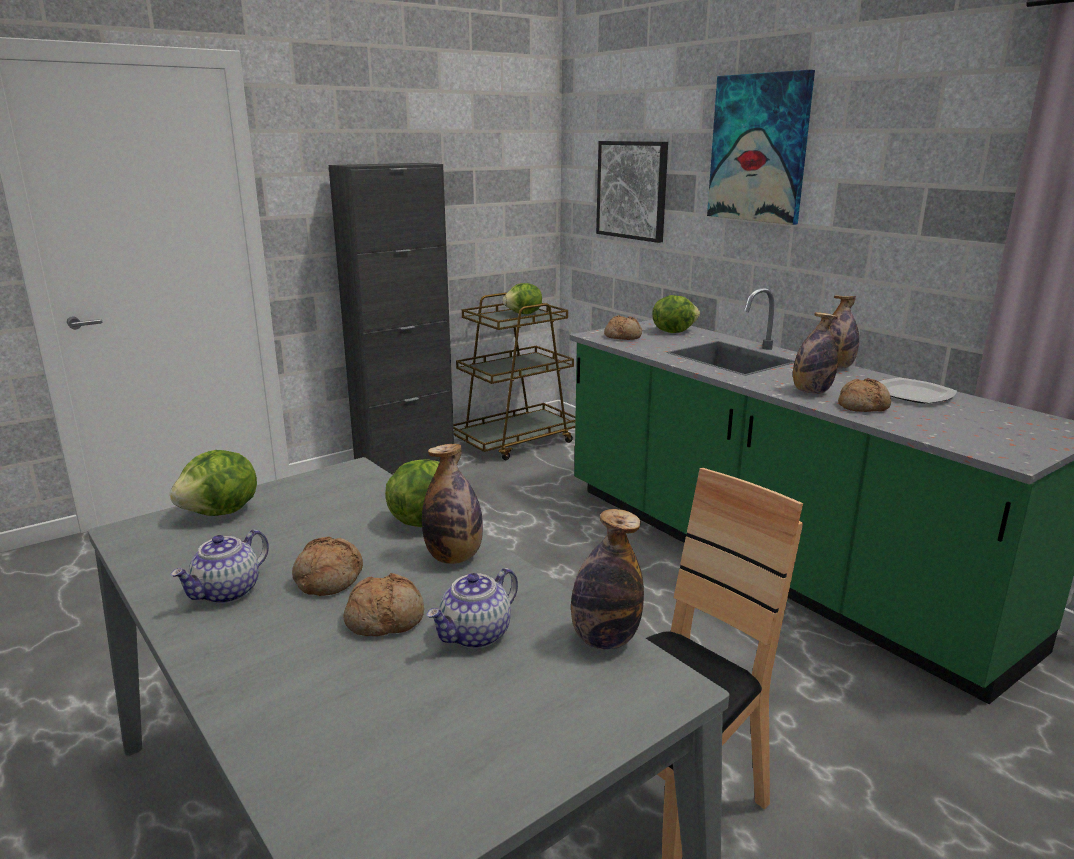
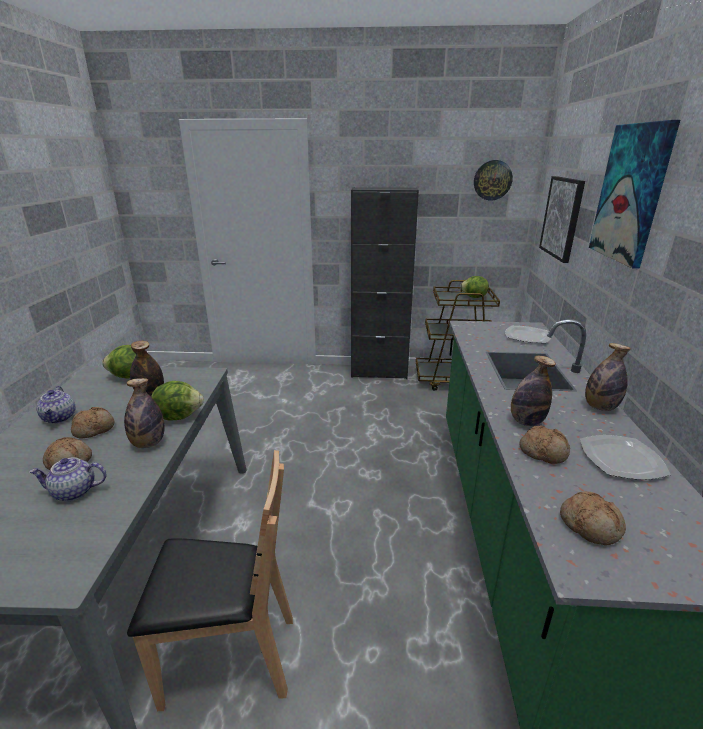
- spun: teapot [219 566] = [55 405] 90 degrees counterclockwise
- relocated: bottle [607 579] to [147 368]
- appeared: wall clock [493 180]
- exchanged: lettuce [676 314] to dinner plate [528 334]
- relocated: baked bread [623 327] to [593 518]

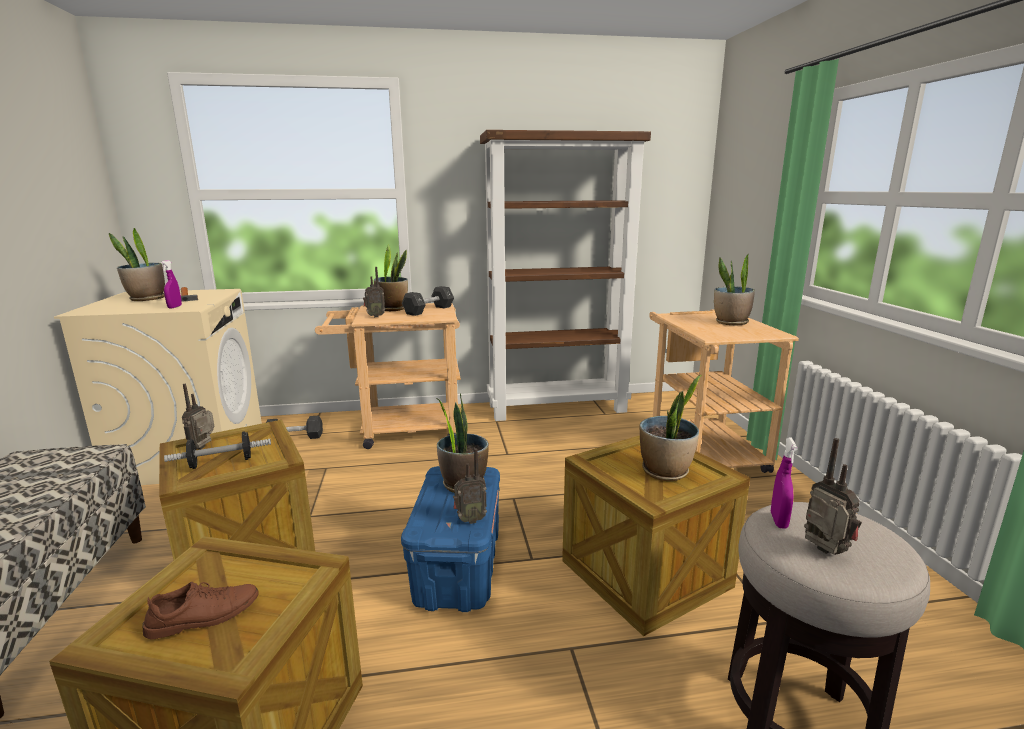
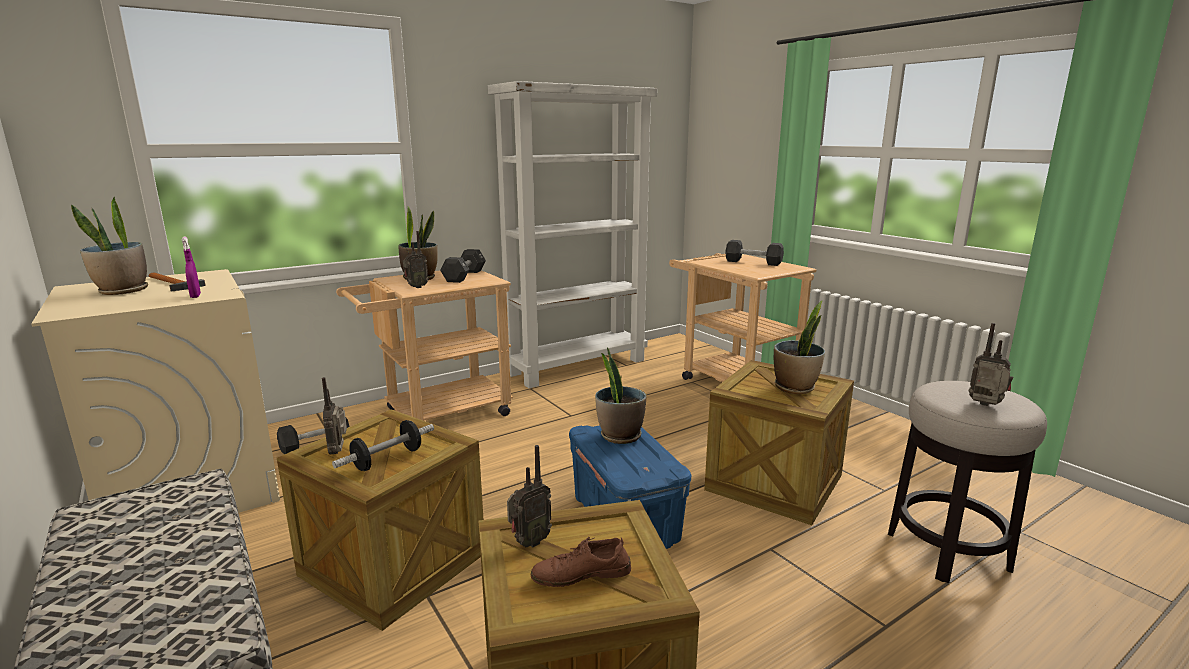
- colour: brownish shelving unit [565 275] to whitish shelving unit [572 234]
- relocated: radio set [470 486] to [529 496]
- spun: brownish shoe [200 610] = [581 562] 135 degrees counterclockwise
- exchanged: plant in a pot [734 290] to blackish hand weight [754 253]
- missing: purple hand sprayer [784 483]

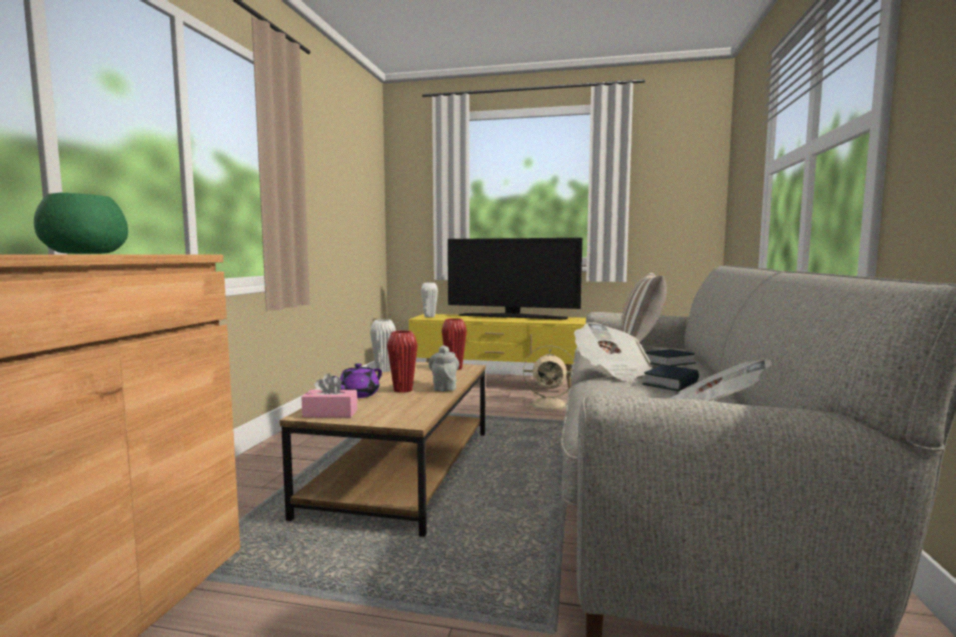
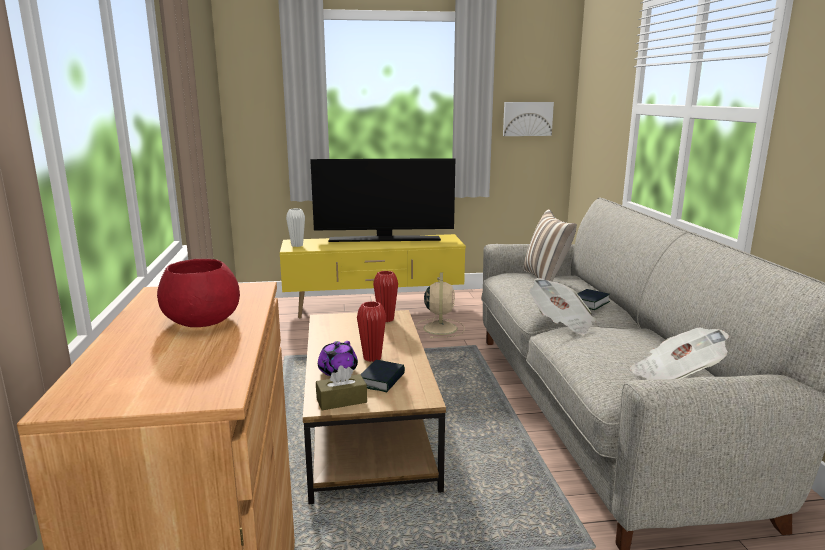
- colour: green deep dish [81 223] to reddish deep dish [198 293]
- colour: pink tissue box [329 395] to brownish tissue box [341 387]
- relocated: bound book [670 378] to [382 376]
- spun: beige-coloured electric fan [548 379] = [440 305] 75 degrees counterclockwise
- appeared: wall art [528 119]
- missing: whitish vase [383 345]
- missing: greyish teapot [444 368]

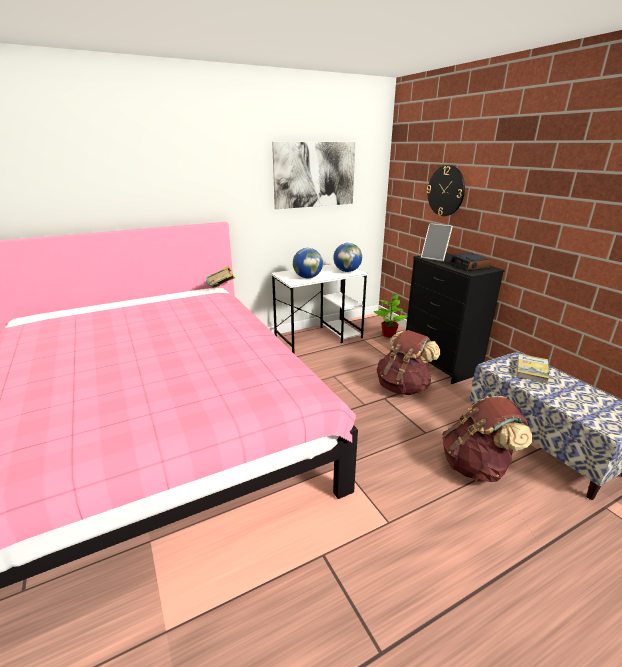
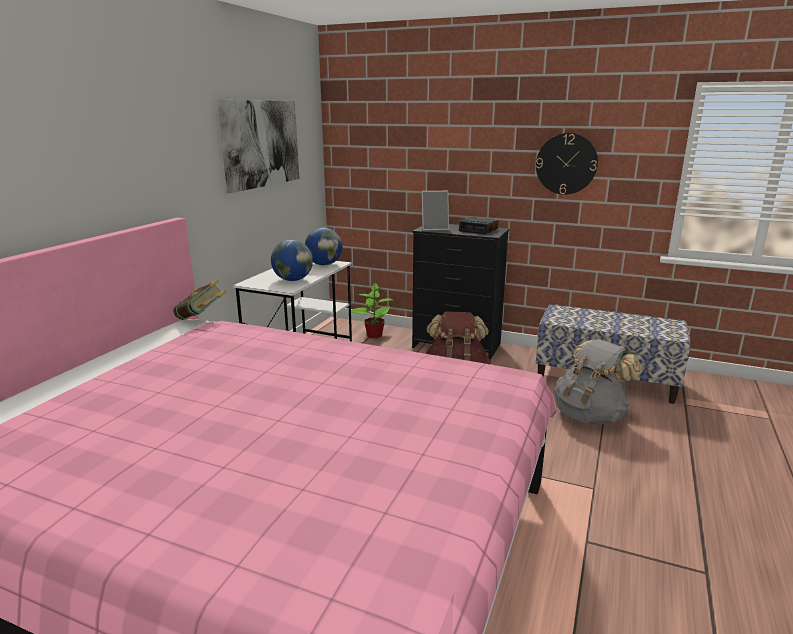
- relocated: wall clock [446 190] to [567 164]
- colour: brownish knapsack [487 439] to greyish knapsack [598 382]
- missing: bound book [532 368]

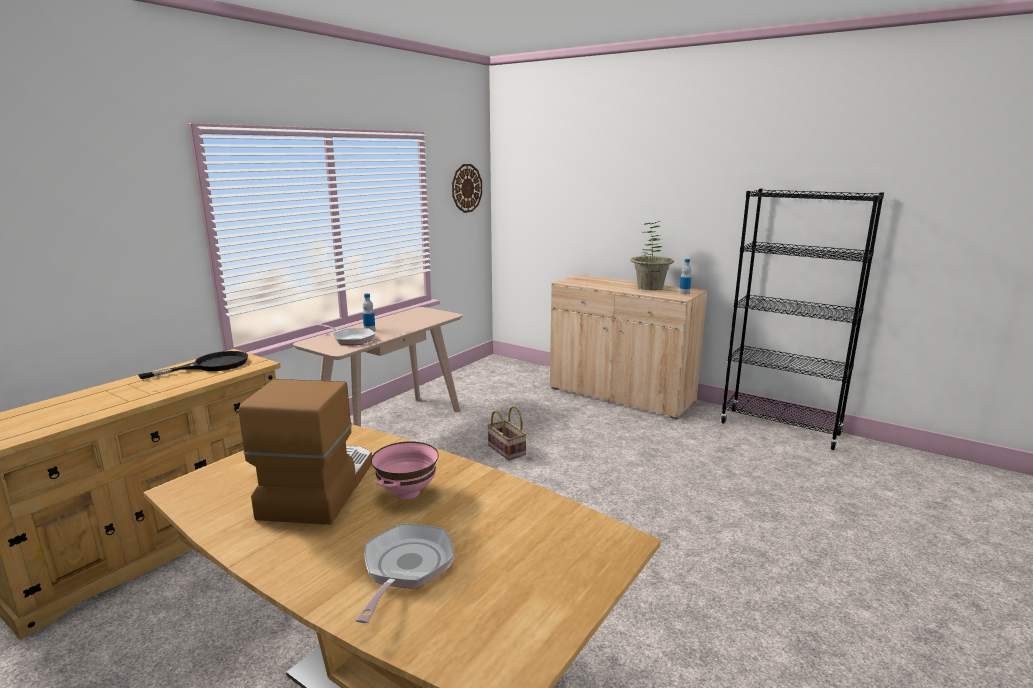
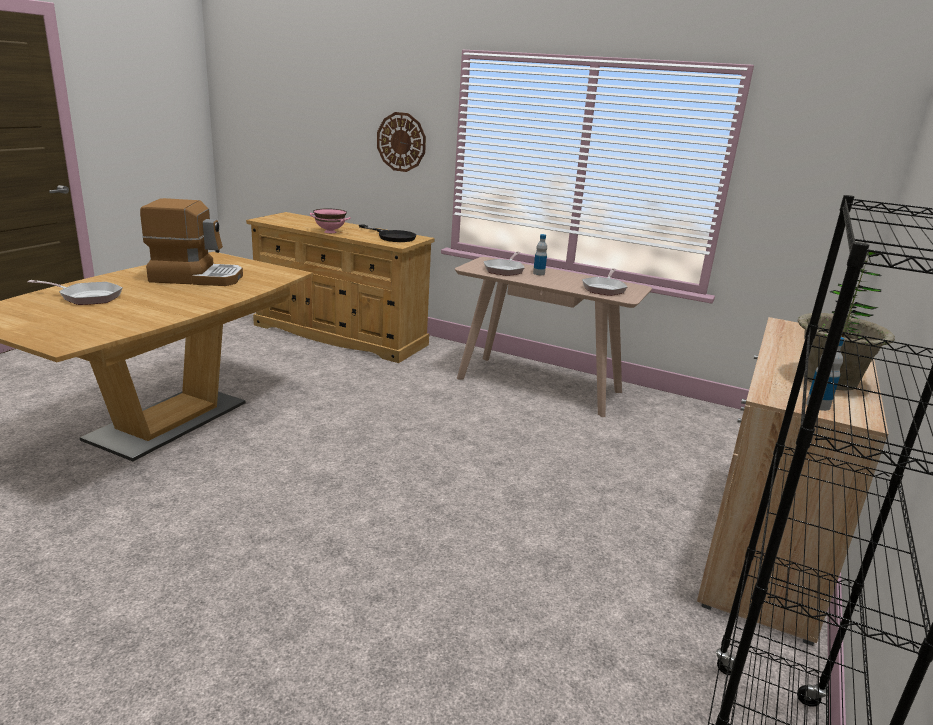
- relocated: pink deep dish [405 470] to [330 220]
- relocated: wall clock [467 188] to [401 142]
- appeared: frying pan [604 282]
- missing: storage basket [507 433]

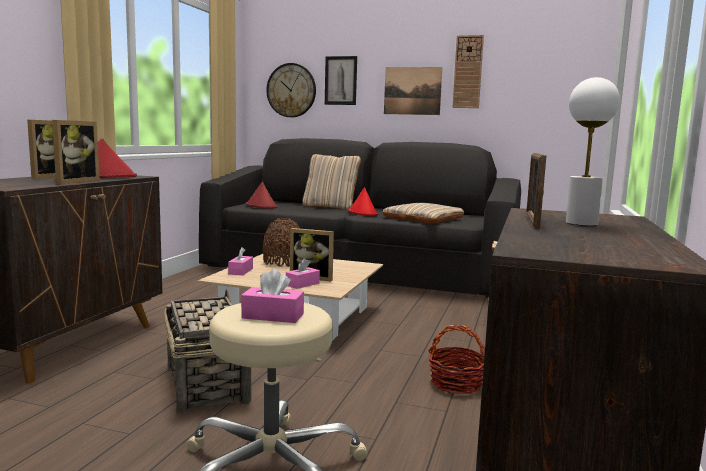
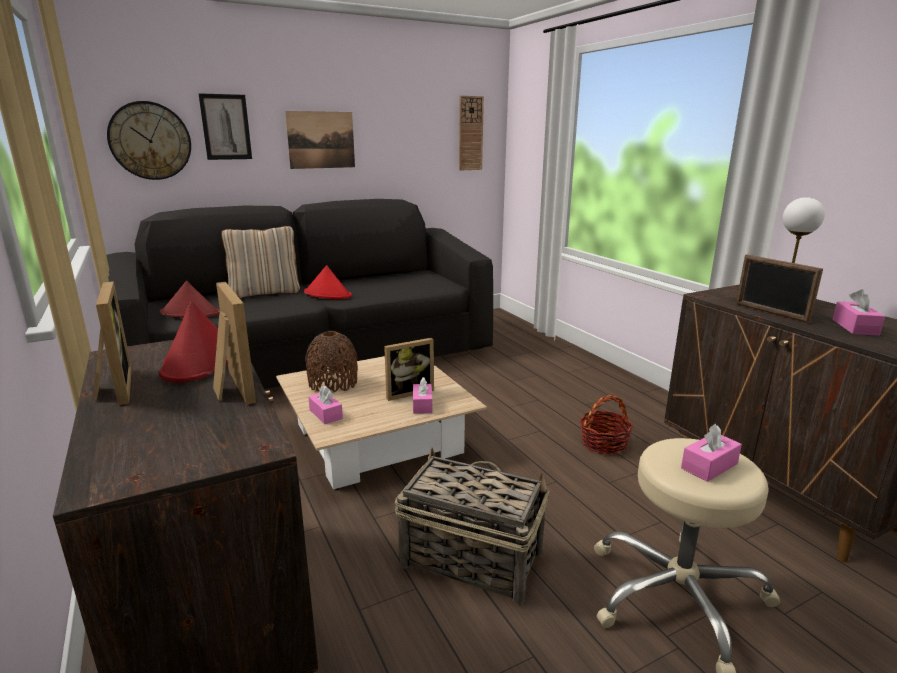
- relocated: wall clock [468 71] to [471 133]
- appeared: pink tissue box [859 312]
- missing: beige-coloured throw pillow [423 213]

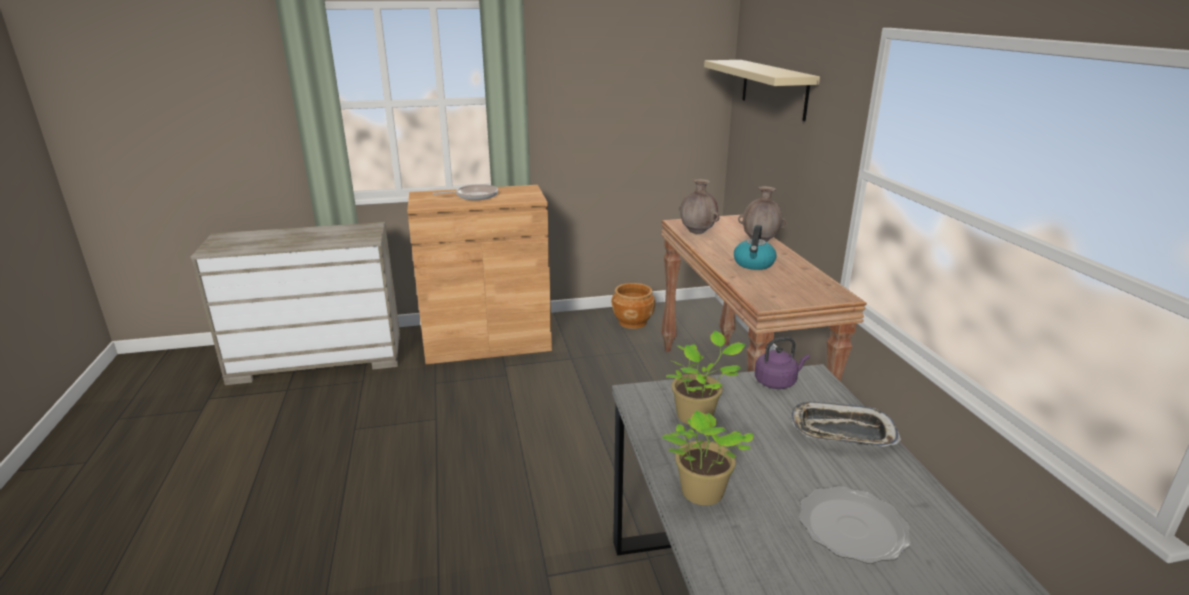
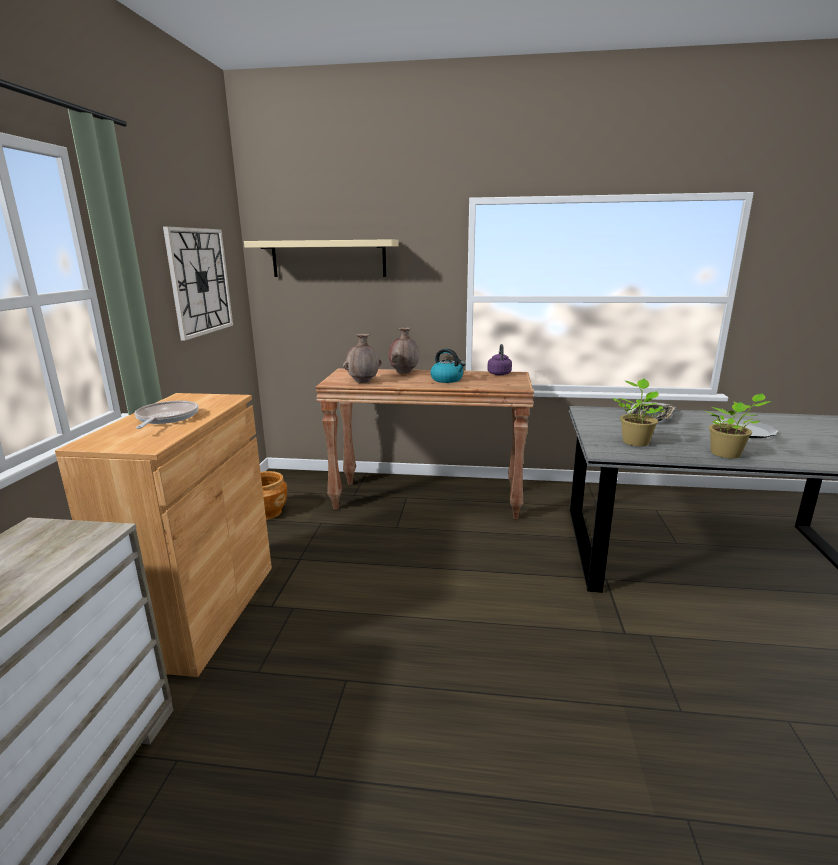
- appeared: wall clock [198 283]
- relocated: purple water kettle [782 363] to [499 359]

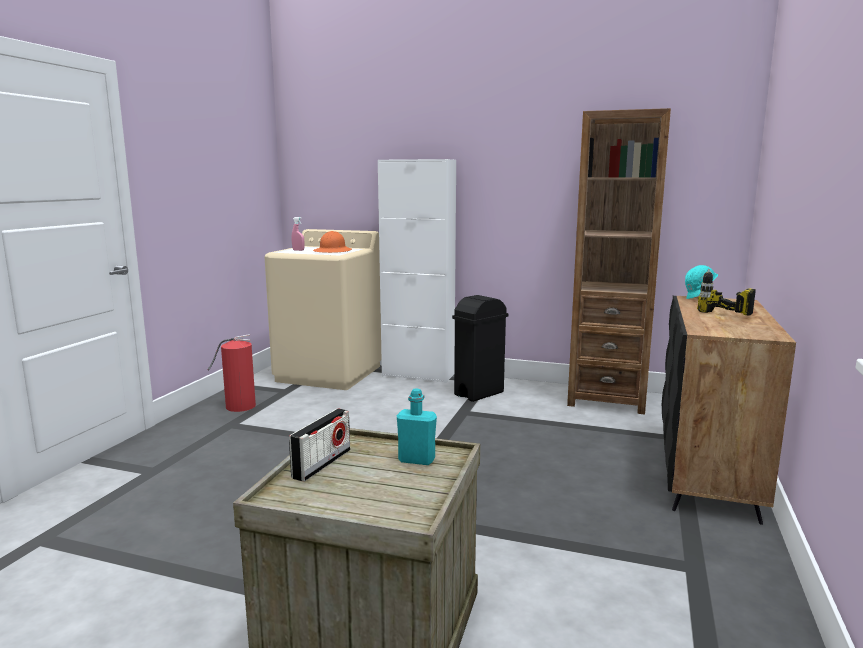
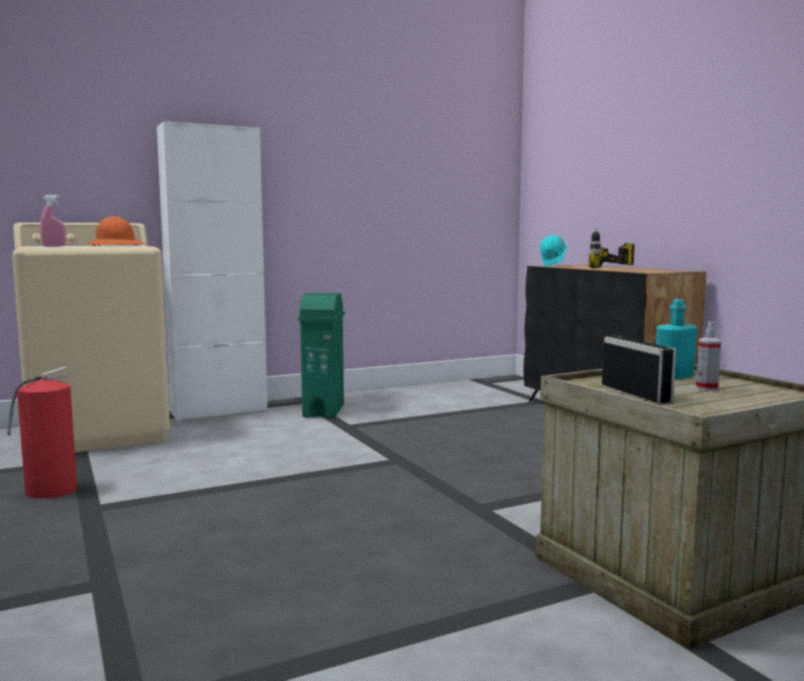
- colour: blackish trash can [480 348] to green trash can [321 355]
- appeared: hand sprayer [708 356]
- missing: brownish shelving unit [619 261]

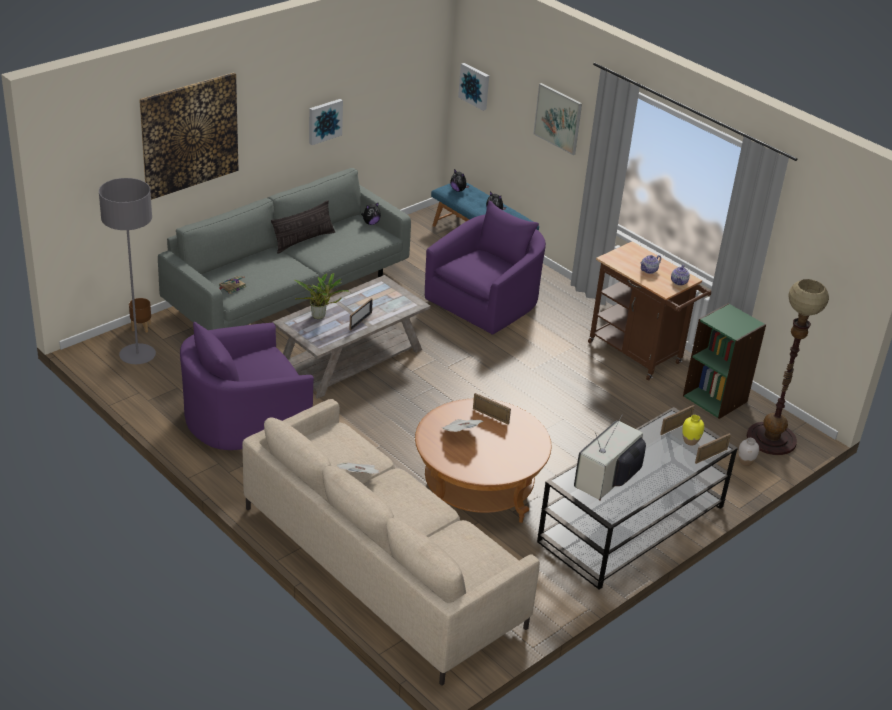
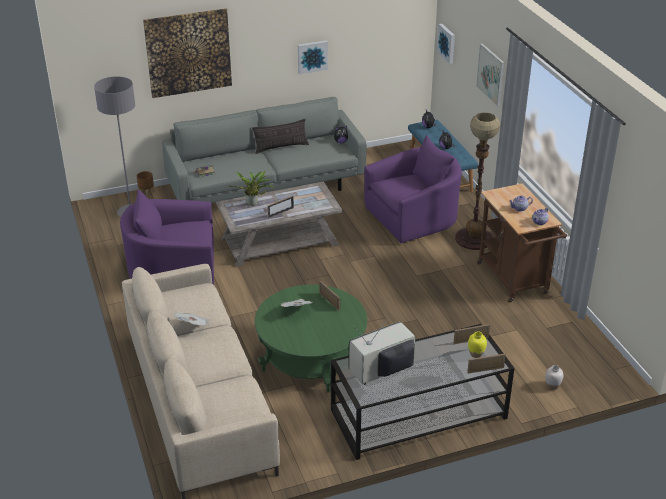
- colour: brownish lounge table [483 461] to green lounge table [311 339]
- relocated: standard lamp [788 367] to [477 181]
- missing: green shelving unit [724 361]

